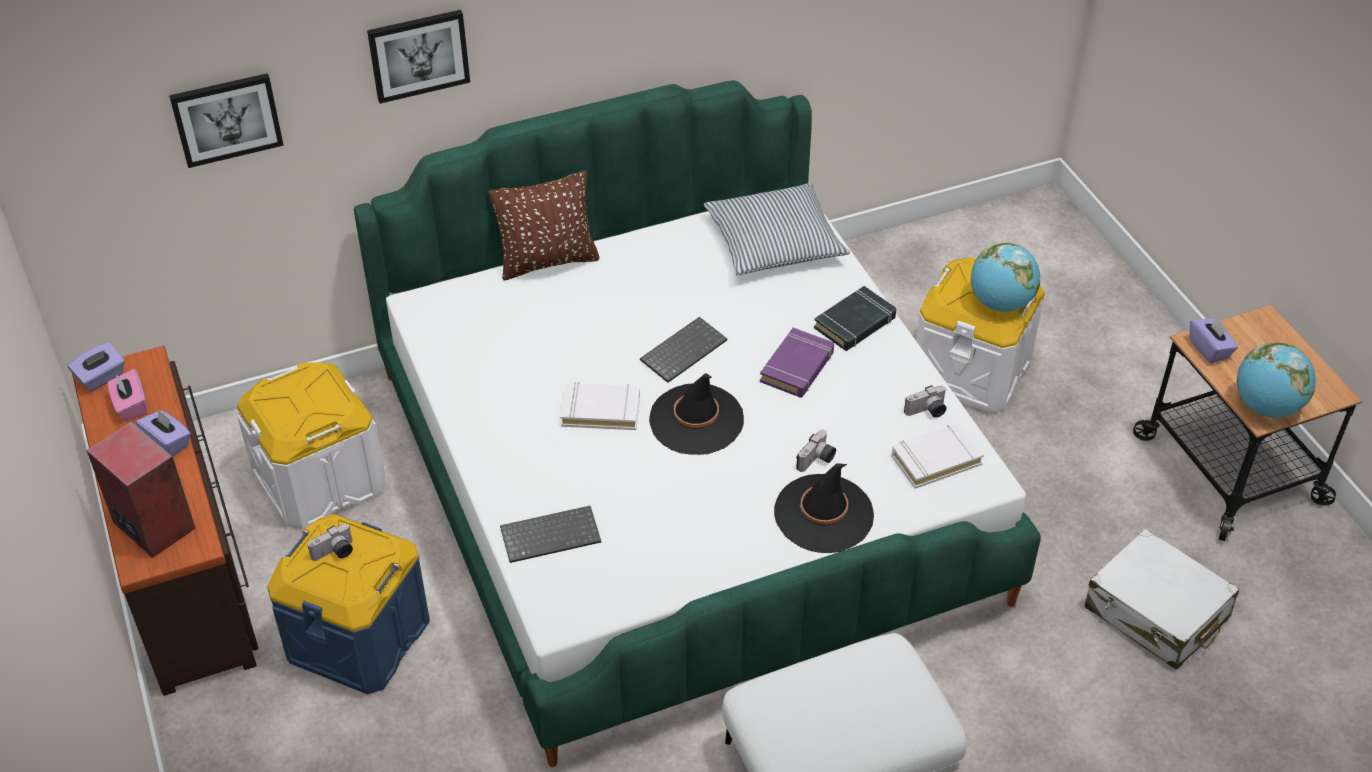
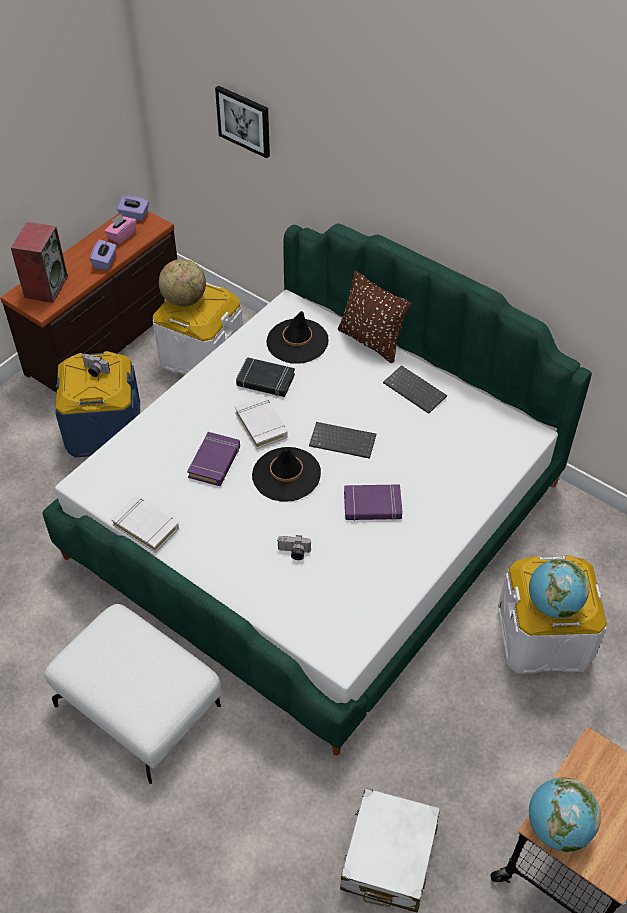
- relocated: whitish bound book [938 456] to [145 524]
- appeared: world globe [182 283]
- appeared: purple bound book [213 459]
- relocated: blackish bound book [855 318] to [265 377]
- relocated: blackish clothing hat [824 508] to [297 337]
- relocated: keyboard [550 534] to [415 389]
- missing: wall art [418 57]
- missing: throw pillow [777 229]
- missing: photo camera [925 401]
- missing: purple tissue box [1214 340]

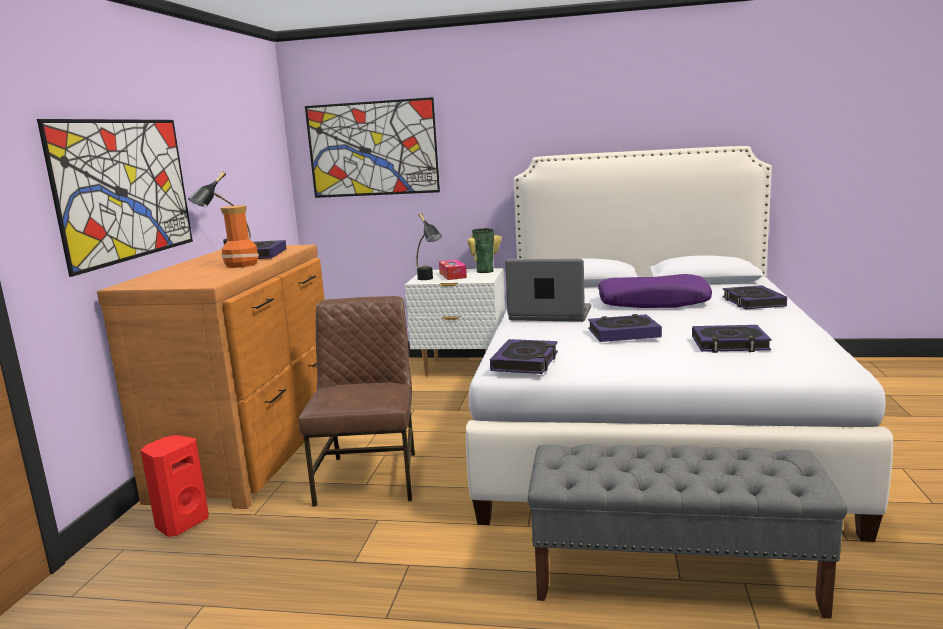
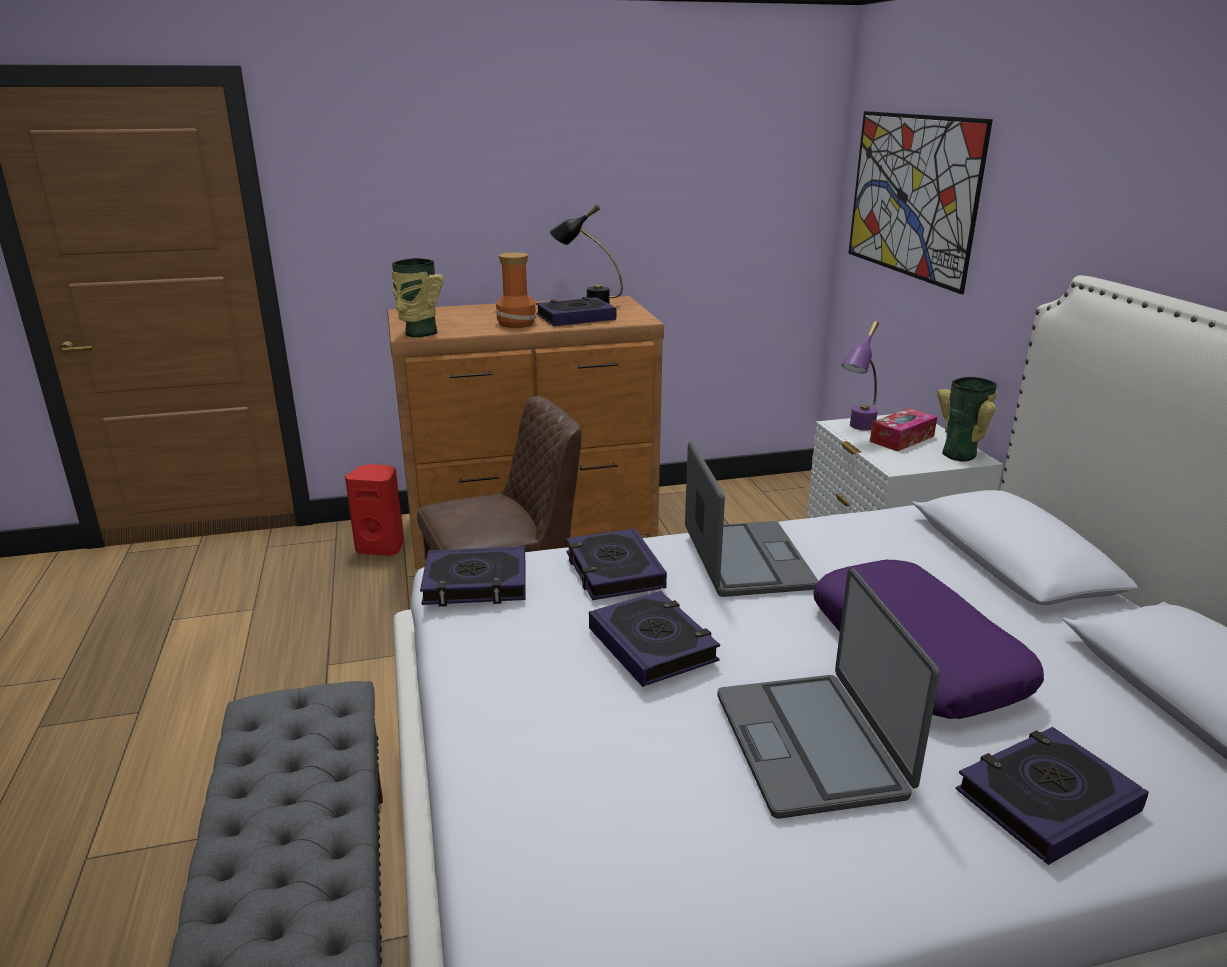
- appeared: vase [417 297]
- relocated: bound book [732 339] to [616 564]
- appeared: portable computer [828 693]
- colour: blackish lamp for a table [429 246] to purple lamp for a table [860 375]
- missing: wall art [115 198]

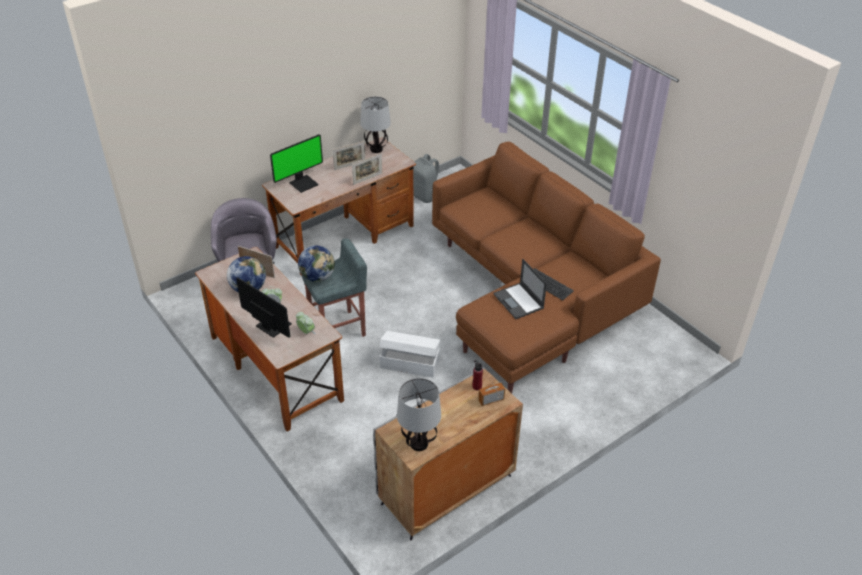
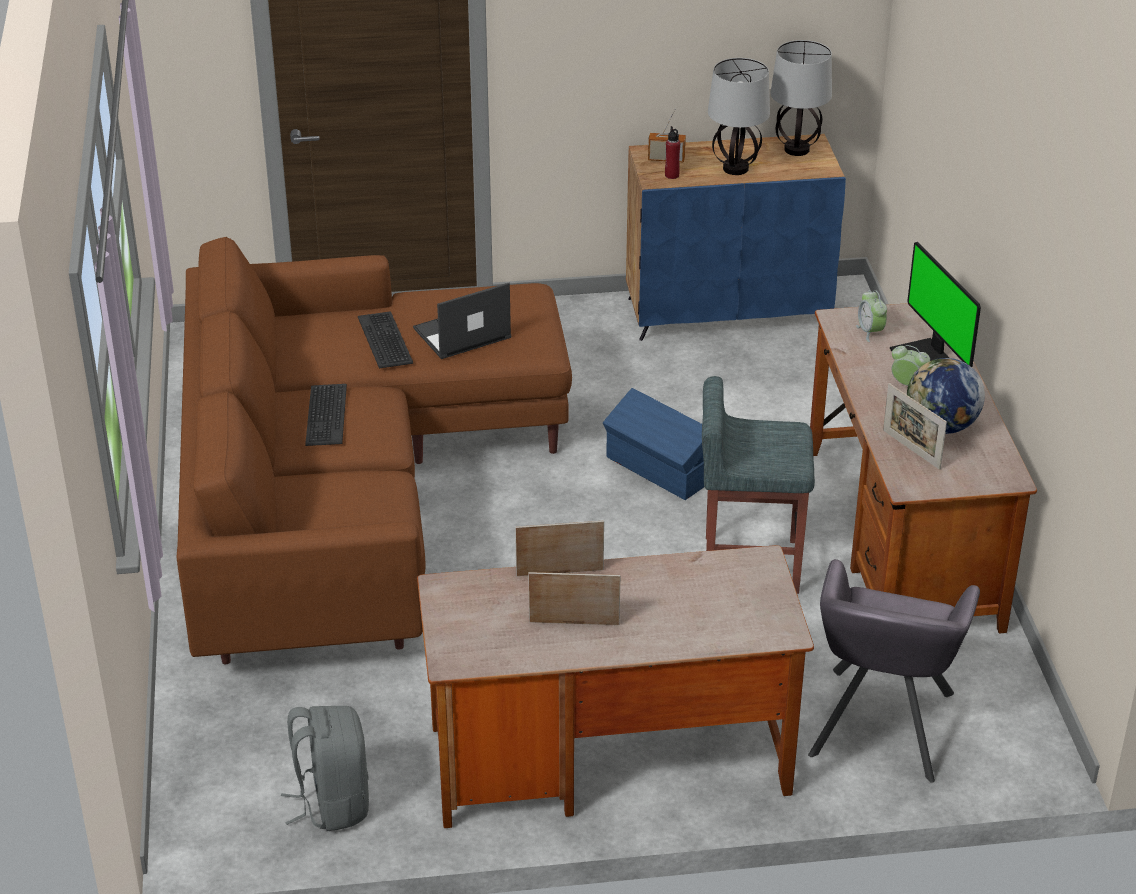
- appeared: keyboard [326 415]
- spun: portable computer [520 289] = [462 321] 120 degrees counterclockwise
- colour: whitish storage container [409 354] to blue storage container [653 444]
- colour: greyish cupboard [448 453] to blue cupboard [736 237]
- relocated: lamp for a table [375 124] to [739 116]
- missing: computer screen [296 163]
- missing: world globe [316 264]

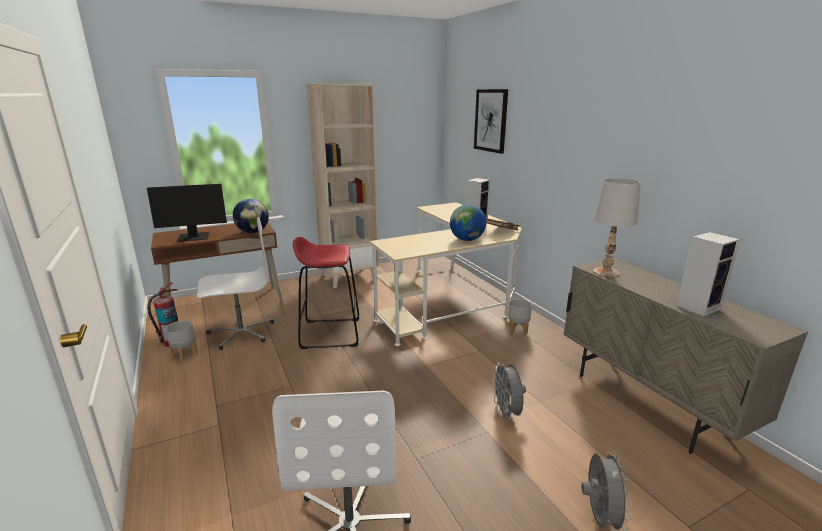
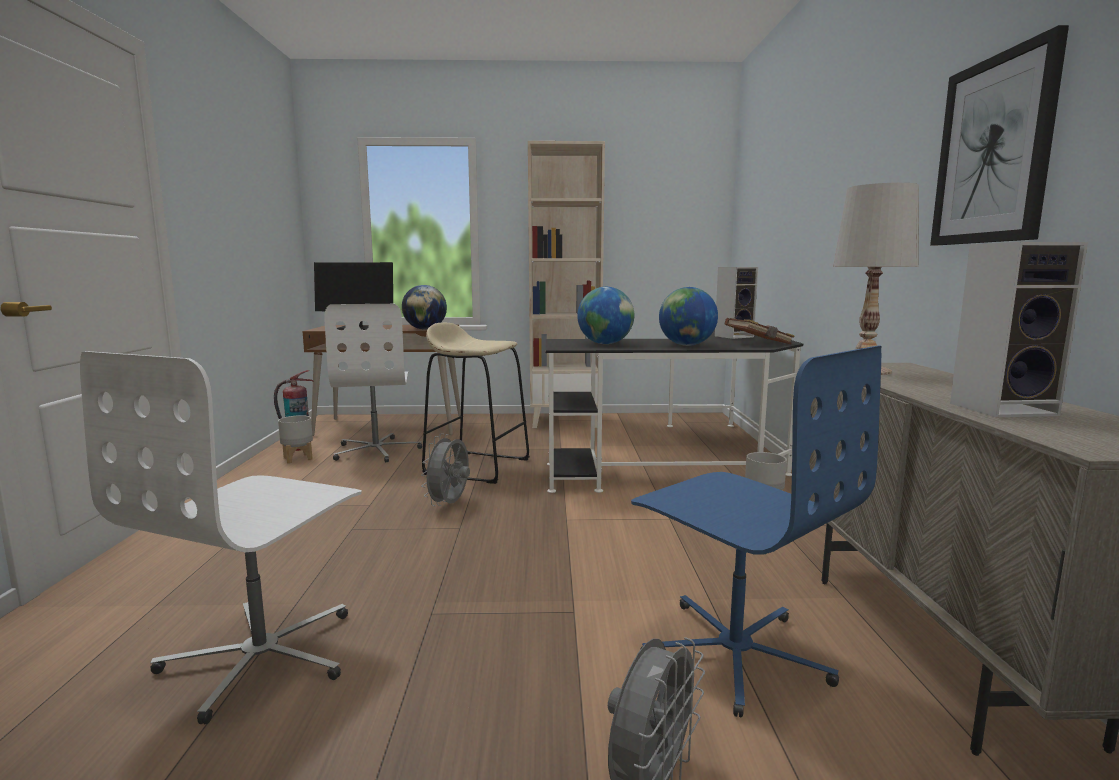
- spun: whitish computer chair [235 283] = [373 383] 75 degrees clockwise
- relocated: greyish electric fan [508 391] to [445 469]
- colour: reddish sitting stool [326 293] to beige-coloured sitting stool [475 403]
- colour: beige-coloured desk unit [446 274] to blackish desk unit [674 411]
- appeared: world globe [605 315]
- appeared: blue computer chair [756 531]
- relocated: wall art [491 121] to [999 135]

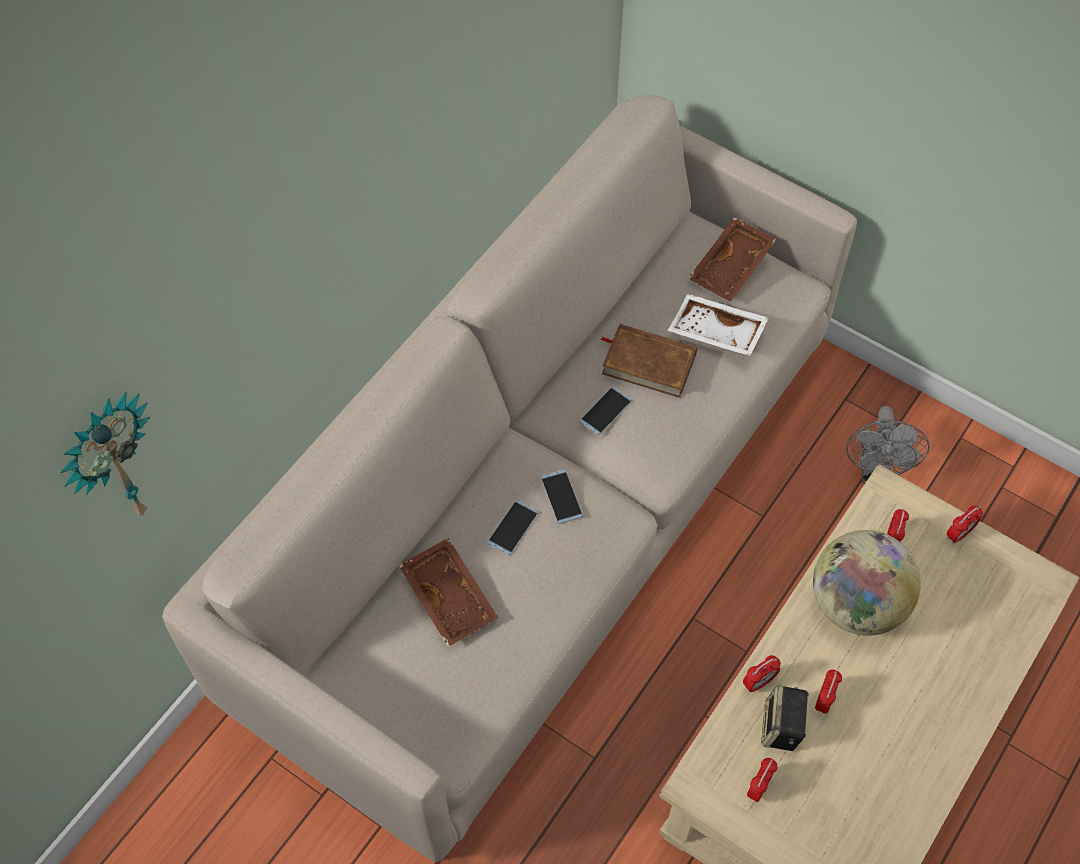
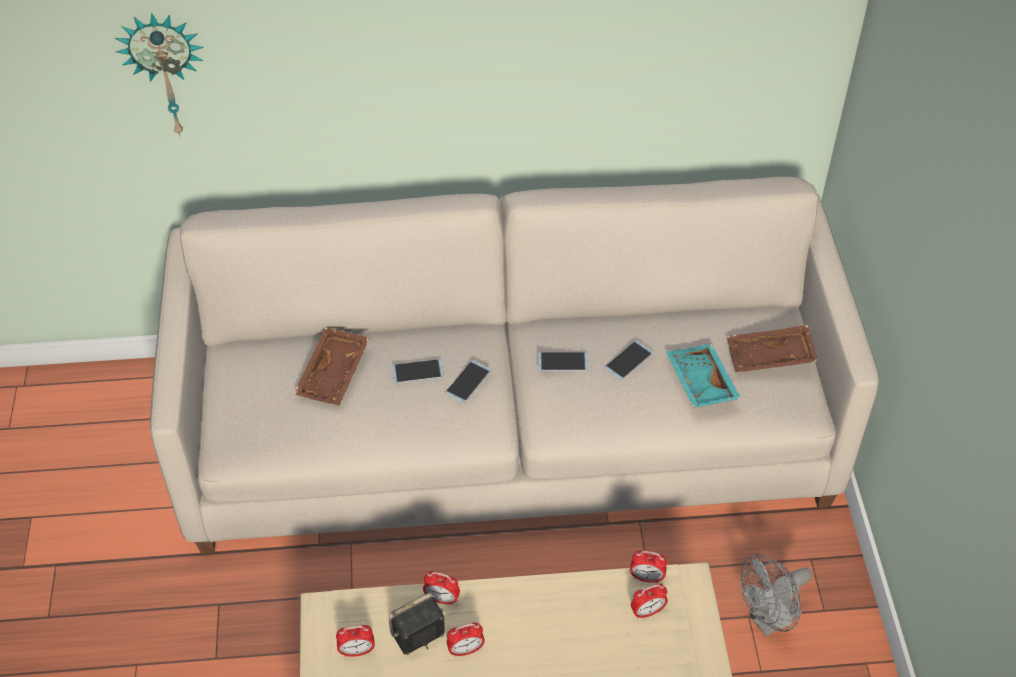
- exchanged: brownish bound book [649 361] to handset [629 360]
- relocated: bedside clock [965 524] to [648 567]
- colour: whitish tray [718 325] to turquoise-coloured tray [703 375]
- missing: world globe [867 583]

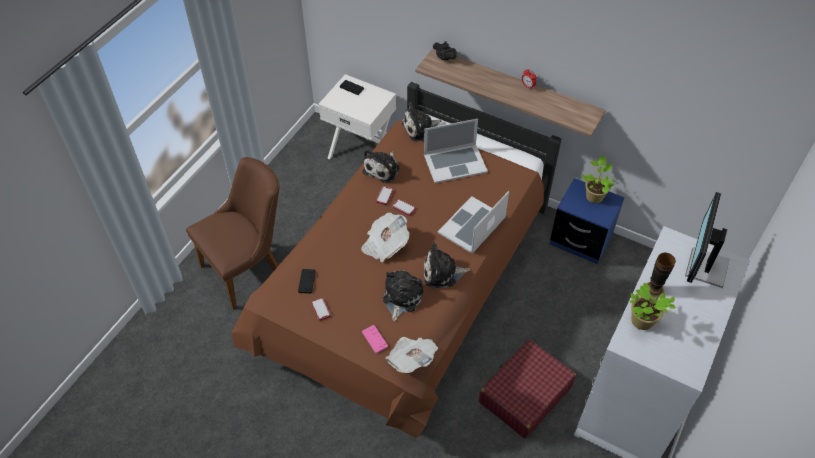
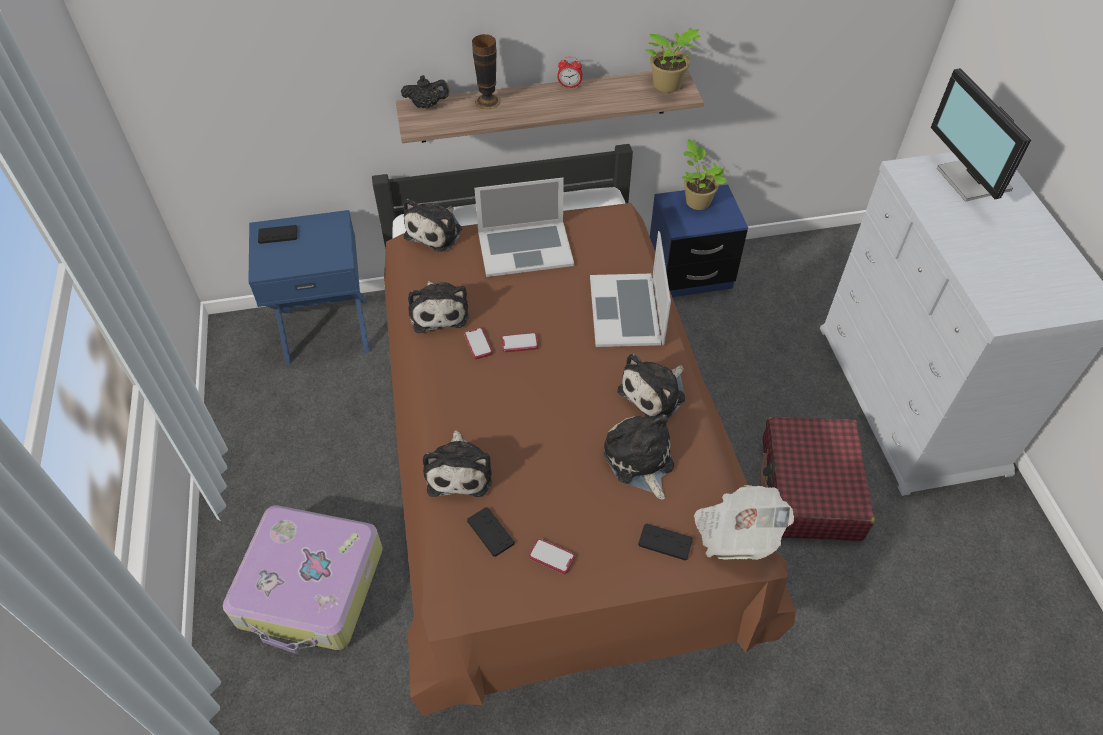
- exchanged: brownish chair [232 233] to travel case [303 579]
- colour: whitish bedside table [357 116] to blue bedside table [308 287]
- appeared: soft toy [457 463]
- relocated: vase [661 275] to [486 71]
- spun: portable computer [456 151] = [524 227] 45 degrees clockwise
- colour: pink joypad [375 339] to blackish joypad [665 542]
- relocated: plant in a pot [653 306] to [673 60]
- missing: daily paper [385 237]

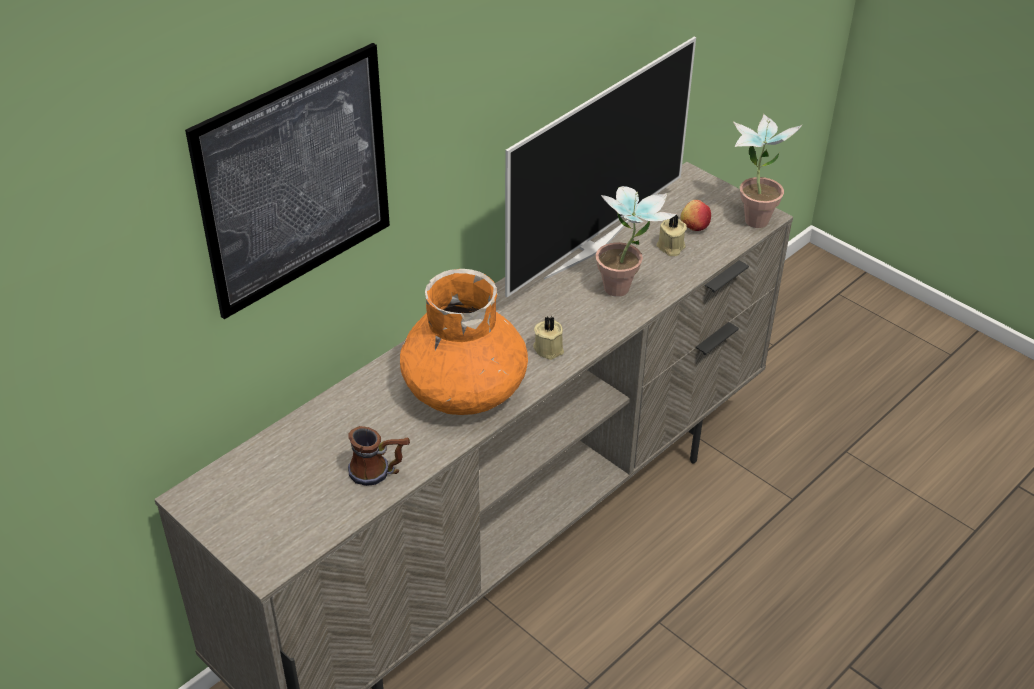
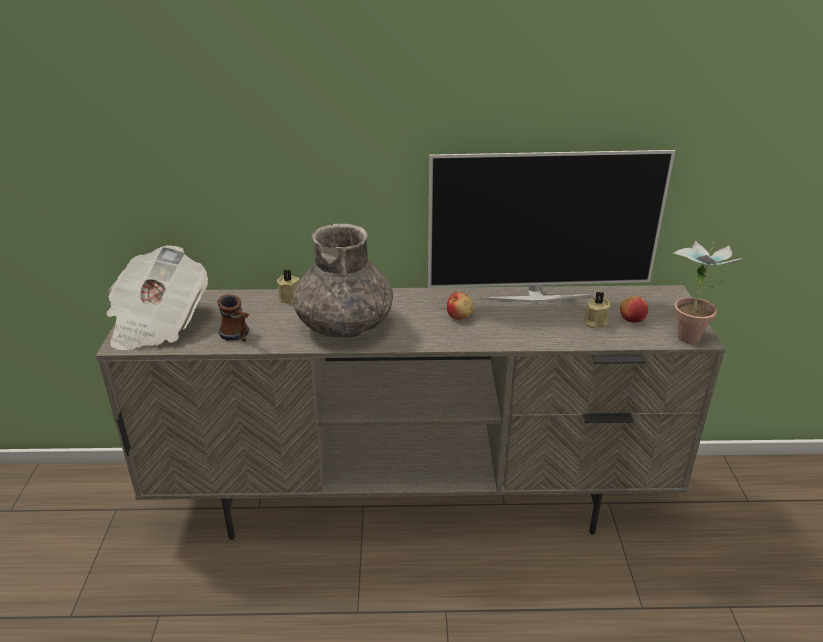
- appeared: daily paper [157 297]
- relocated: beige-coloured wax light [548 338] to [288 287]
- colour: orange vase [464 342] to greyish vase [343 280]
- appeared: apple [460 306]
- missing: wall art [287 181]
- missing: plant in a pot [636 241]

